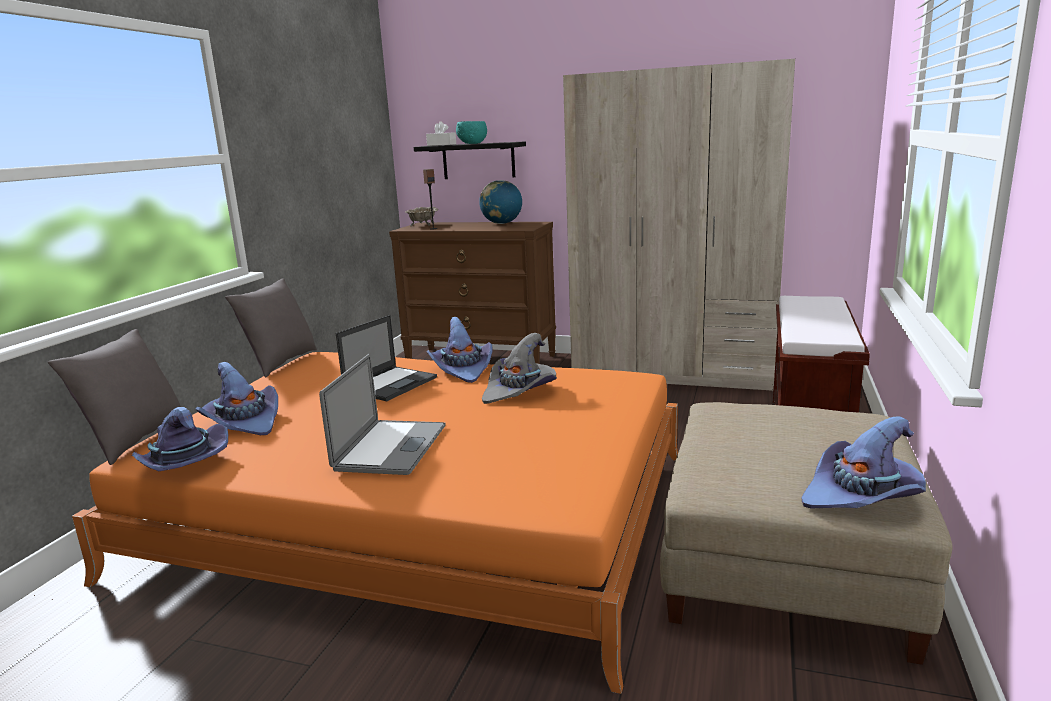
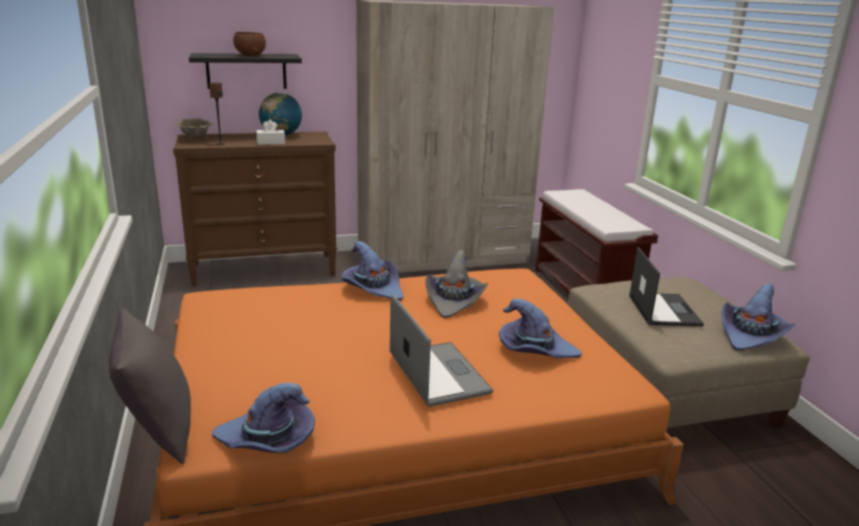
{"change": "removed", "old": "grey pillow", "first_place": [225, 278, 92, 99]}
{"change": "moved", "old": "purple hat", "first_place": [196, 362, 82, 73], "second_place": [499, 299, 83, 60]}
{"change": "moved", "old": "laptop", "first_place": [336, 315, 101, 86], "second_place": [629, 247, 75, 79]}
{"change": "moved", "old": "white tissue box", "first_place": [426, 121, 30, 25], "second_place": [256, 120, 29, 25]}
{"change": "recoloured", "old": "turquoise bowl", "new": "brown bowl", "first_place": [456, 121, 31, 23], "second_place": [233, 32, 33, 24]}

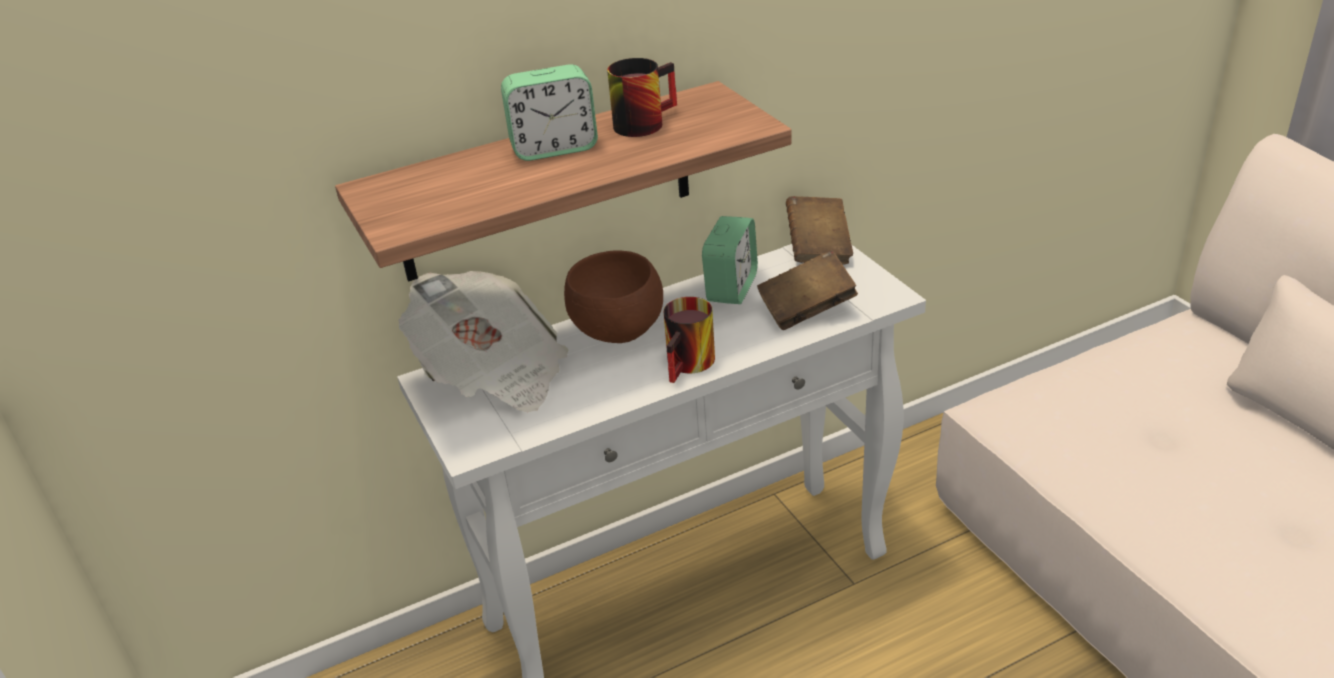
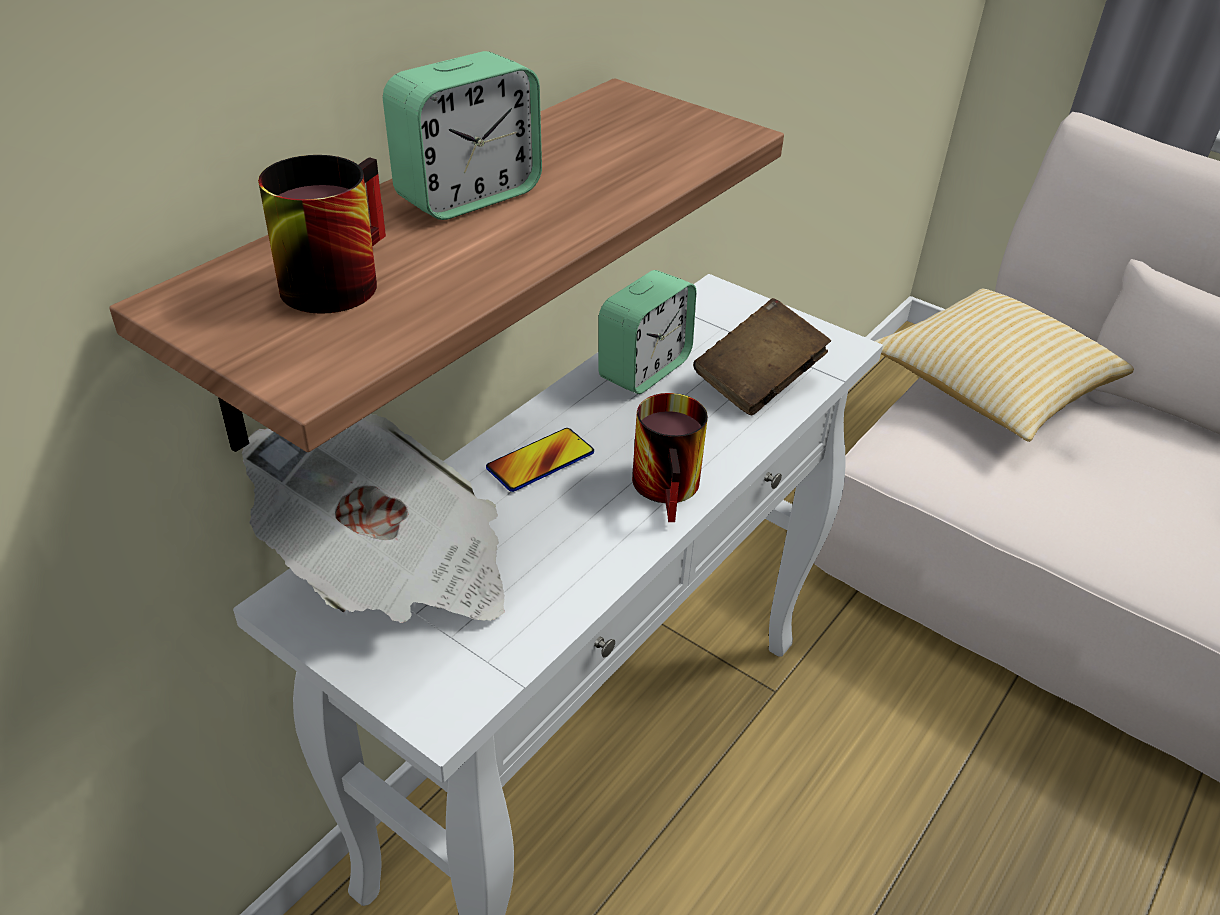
{"change": "removed", "old": "brown book", "first_place": [786, 196, 67, 69]}
{"change": "added", "new": "pillow", "second_place": [875, 288, 259, 154]}
{"change": "moved", "old": "mug", "first_place": [607, 58, 70, 79], "second_place": [258, 155, 128, 159]}
{"change": "replaced", "old": "brown bowl", "new": "phone", "first_place": [564, 250, 99, 93], "second_place": [486, 428, 108, 64]}
{"change": "turned", "old": "alarm clock", "first_place": [702, 216, 56, 88], "second_place": [599, 270, 97, 124], "degrees": 45}

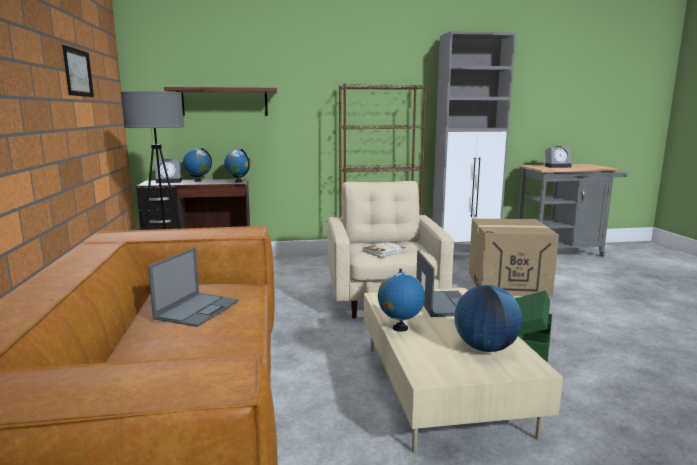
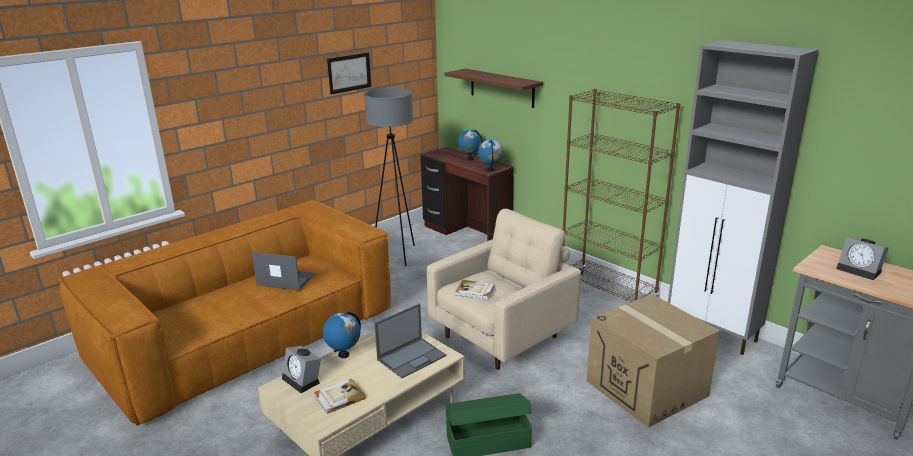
{"change": "moved", "old": "alarm clock", "first_place": [155, 159, 27, 24], "second_place": [282, 346, 39, 47]}
{"change": "replaced", "old": "globe", "new": "book", "first_place": [454, 285, 68, 67], "second_place": [314, 378, 52, 36]}
{"change": "turned", "old": "laptop", "first_place": [148, 247, 91, 80], "second_place": [252, 252, 63, 39], "degrees": -150}

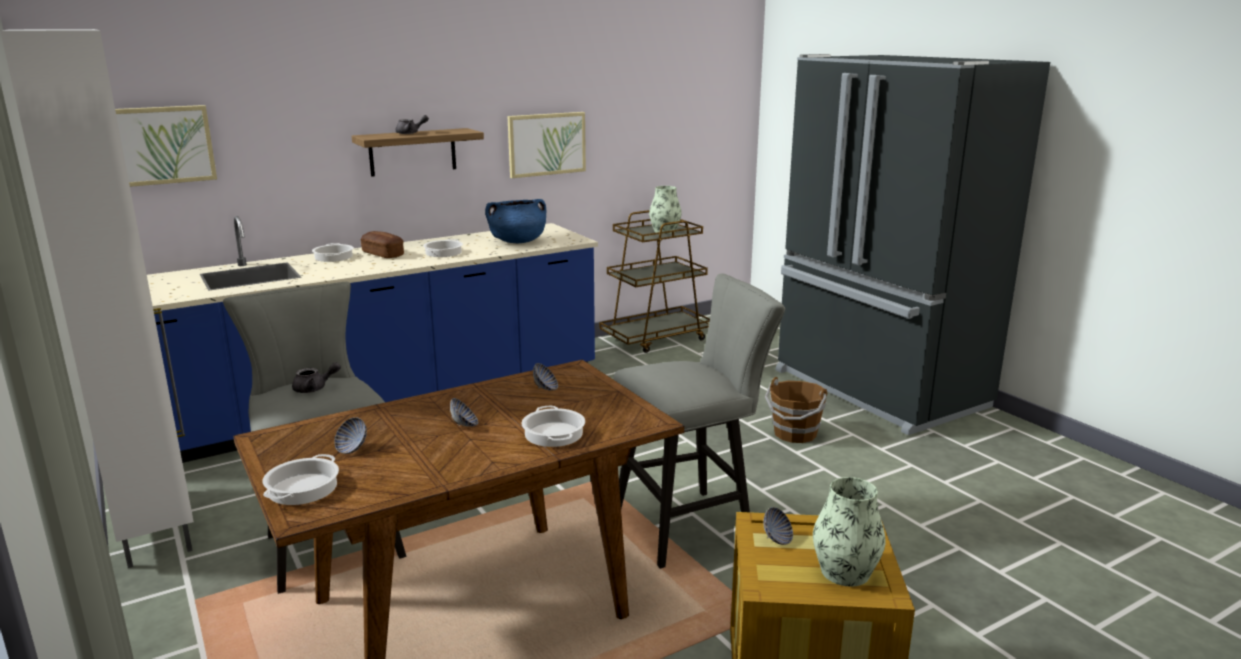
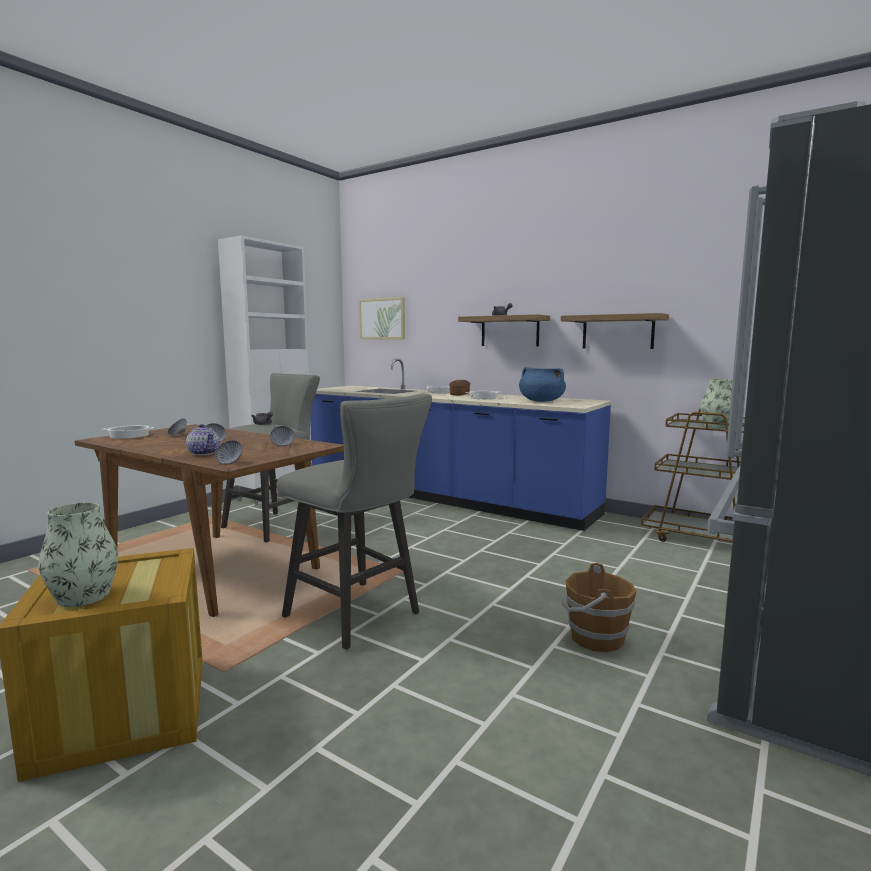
{"change": "moved", "old": "bowl", "first_place": [763, 507, 30, 38], "second_place": [215, 440, 27, 25]}
{"change": "replaced", "old": "picture", "new": "shelf", "first_place": [507, 112, 79, 66], "second_place": [561, 313, 108, 36]}
{"change": "replaced", "old": "cooking pot", "new": "teapot", "first_place": [522, 406, 63, 41], "second_place": [186, 424, 33, 31]}

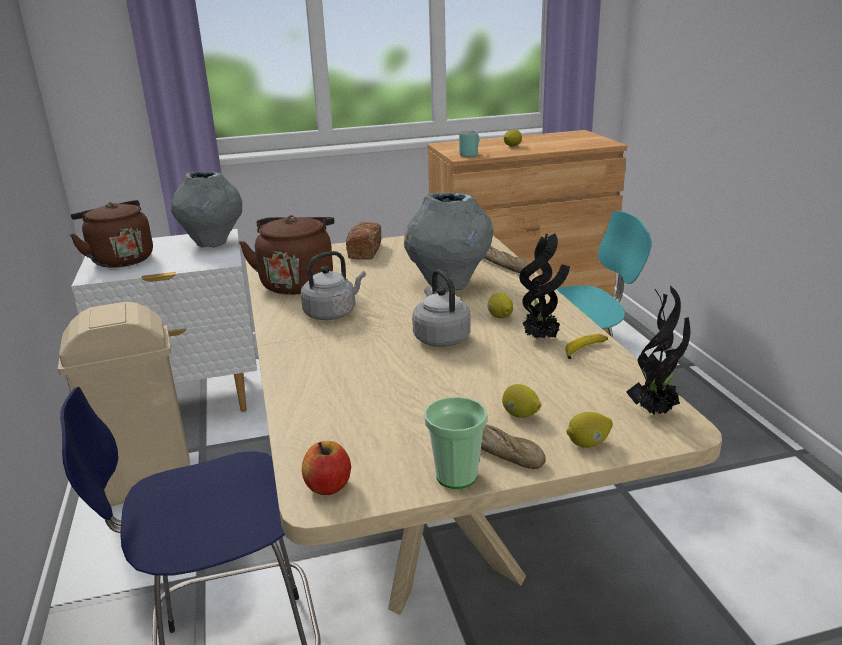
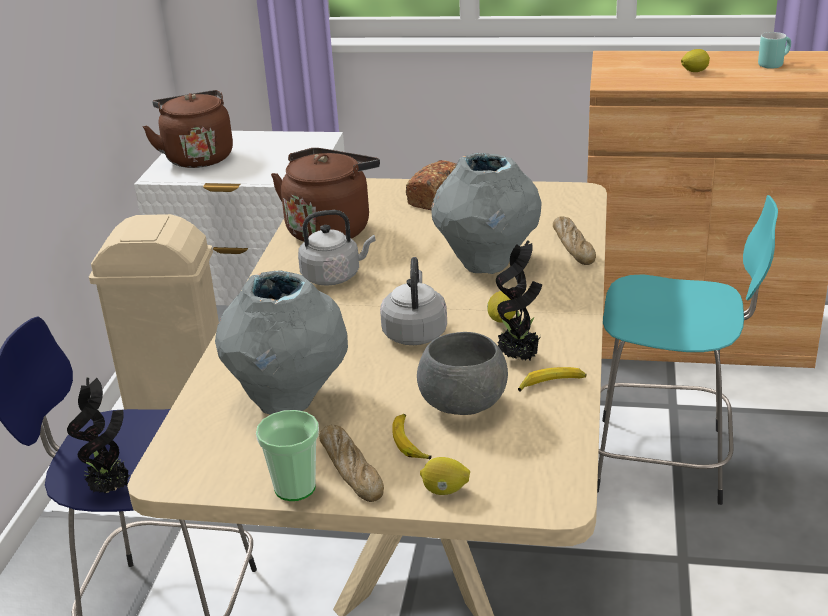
{"change": "removed", "old": "apple", "first_place": [302, 441, 49, 54]}
{"change": "added", "new": "grey bowl", "second_place": [417, 332, 91, 83]}
{"change": "moved", "old": "grey vase", "first_place": [171, 171, 71, 76], "second_place": [215, 271, 133, 144]}
{"change": "moved", "old": "turquoise mug", "first_place": [459, 130, 20, 27], "second_place": [758, 32, 33, 37]}
{"change": "moved", "old": "potted plant", "first_place": [626, 285, 64, 130], "second_place": [67, 378, 63, 115]}
{"change": "replaced", "old": "lemon", "new": "banana", "first_place": [502, 384, 39, 34], "second_place": [392, 414, 40, 46]}

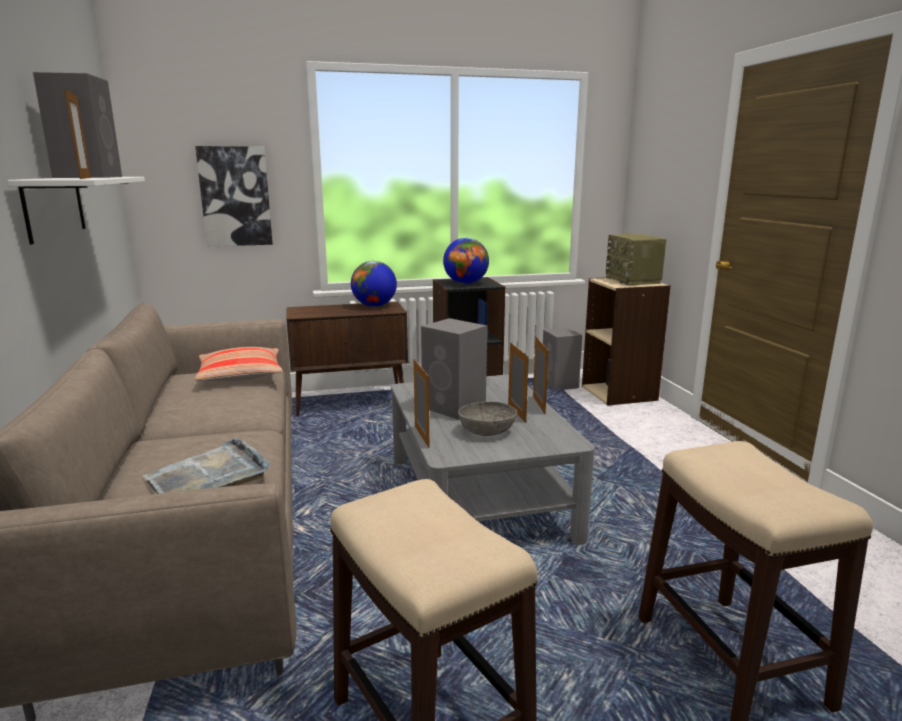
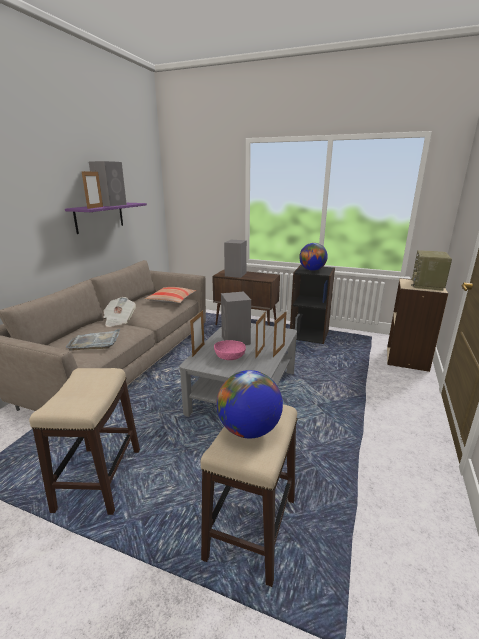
{"change": "removed", "old": "picture", "first_place": [195, 146, 78, 100]}
{"change": "added", "new": "newspaper", "second_place": [103, 297, 33, 30]}
{"change": "moved", "old": "globe", "first_place": [351, 261, 46, 46], "second_place": [216, 370, 67, 69]}
{"change": "moved", "old": "grey speaker", "first_place": [543, 328, 39, 62], "second_place": [224, 240, 23, 38]}
{"change": "recoloured", "old": "white shelf", "new": "purple shelf", "first_place": [7, 177, 138, 67], "second_place": [65, 203, 82, 31]}
{"change": "recoloured", "old": "grey bowl", "new": "pink bowl", "first_place": [458, 401, 59, 35], "second_place": [214, 340, 32, 20]}

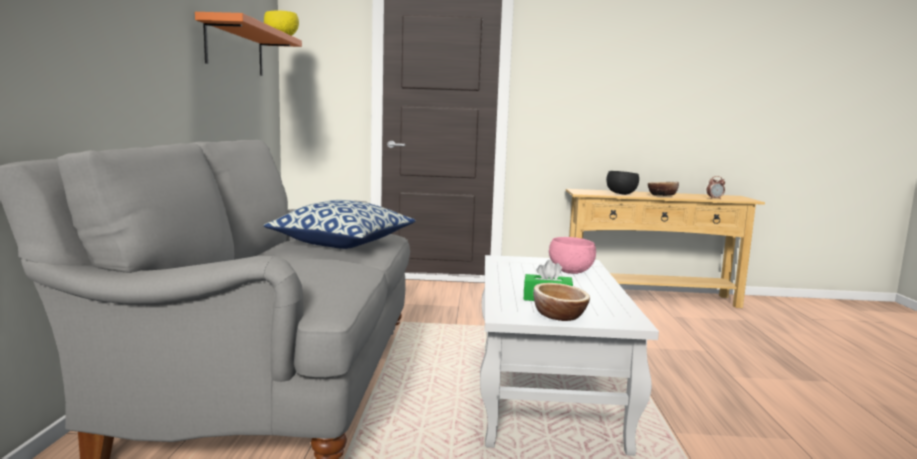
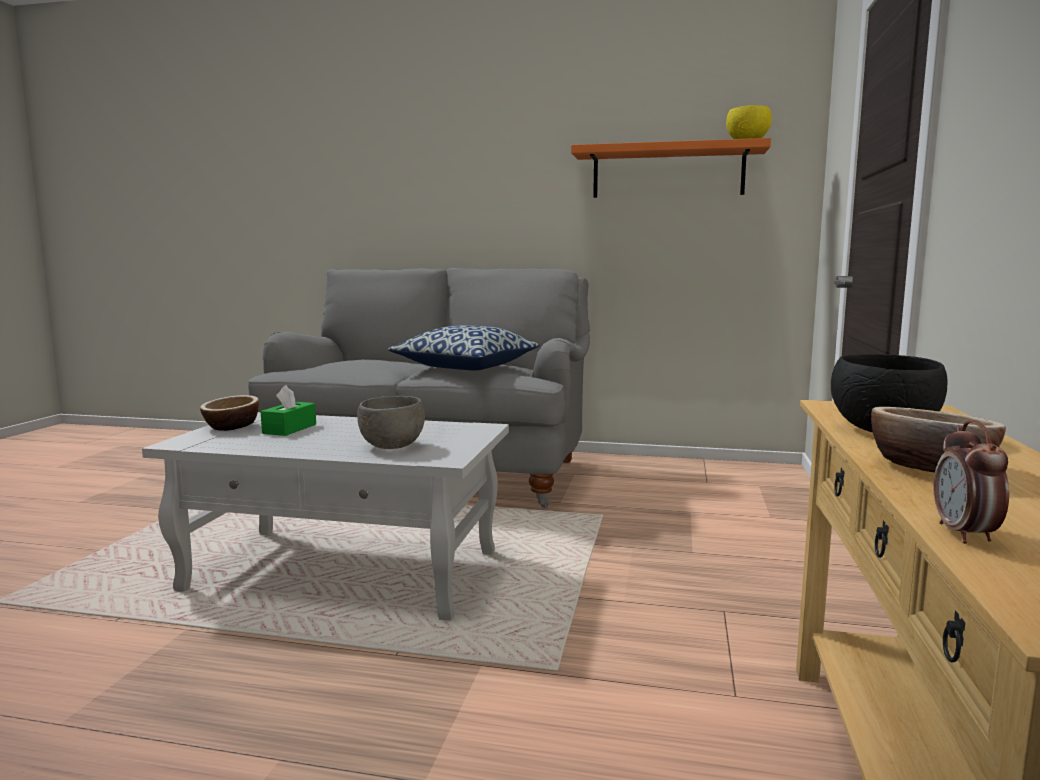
{"change": "recoloured", "old": "pink bowl", "new": "grey bowl", "first_place": [549, 237, 47, 37], "second_place": [357, 396, 68, 53]}

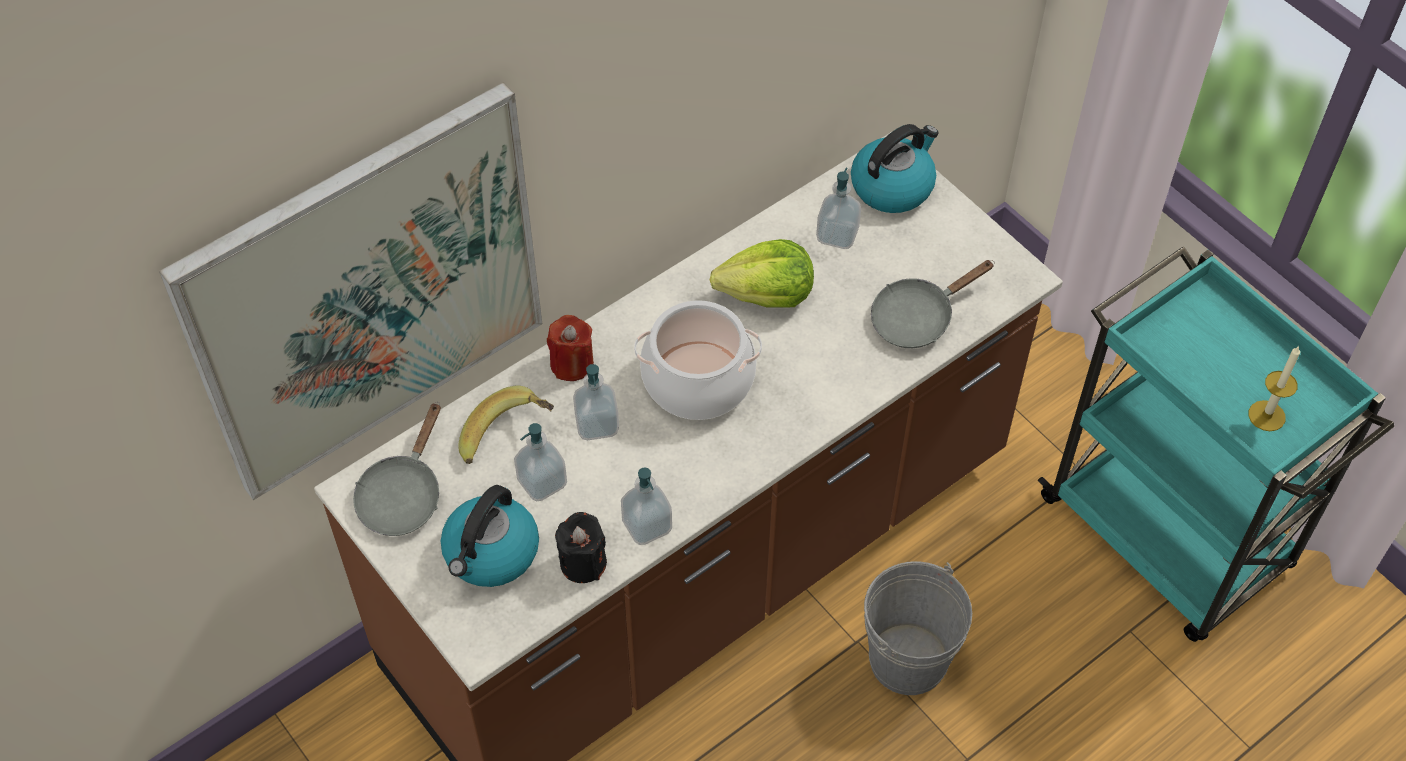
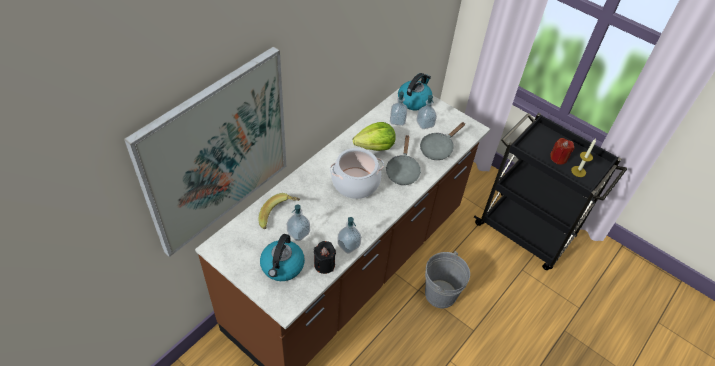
{"change": "moved", "old": "grey frying pan", "first_place": [353, 402, 88, 134], "second_place": [386, 135, 35, 50]}
{"change": "moved", "old": "red candle", "first_place": [547, 315, 47, 66], "second_place": [550, 138, 24, 26]}
{"change": "moved", "old": "soap dispenser", "first_place": [573, 364, 46, 76], "second_place": [416, 95, 21, 34]}
{"change": "recoloured", "old": "turquoise cart", "new": "black cart", "first_place": [1038, 247, 356, 395], "second_place": [474, 113, 153, 157]}

